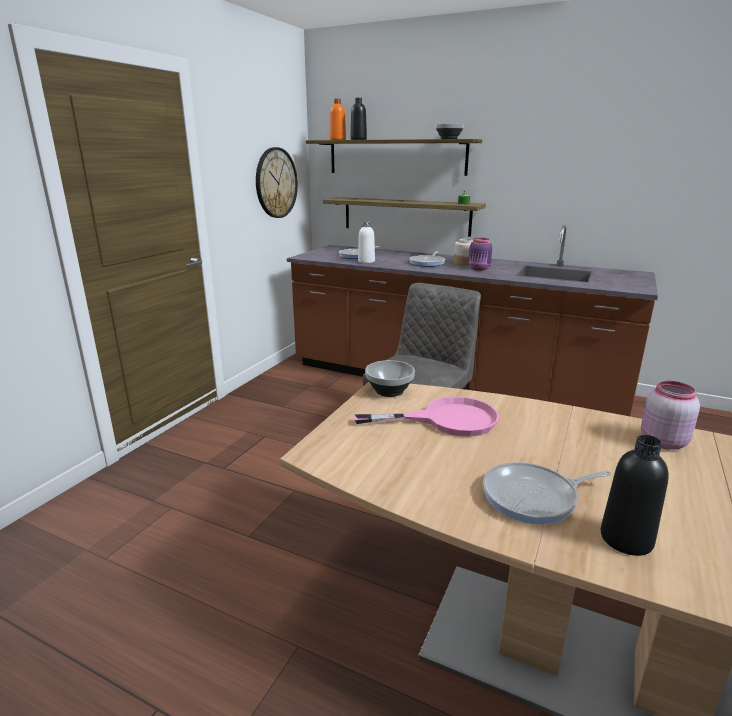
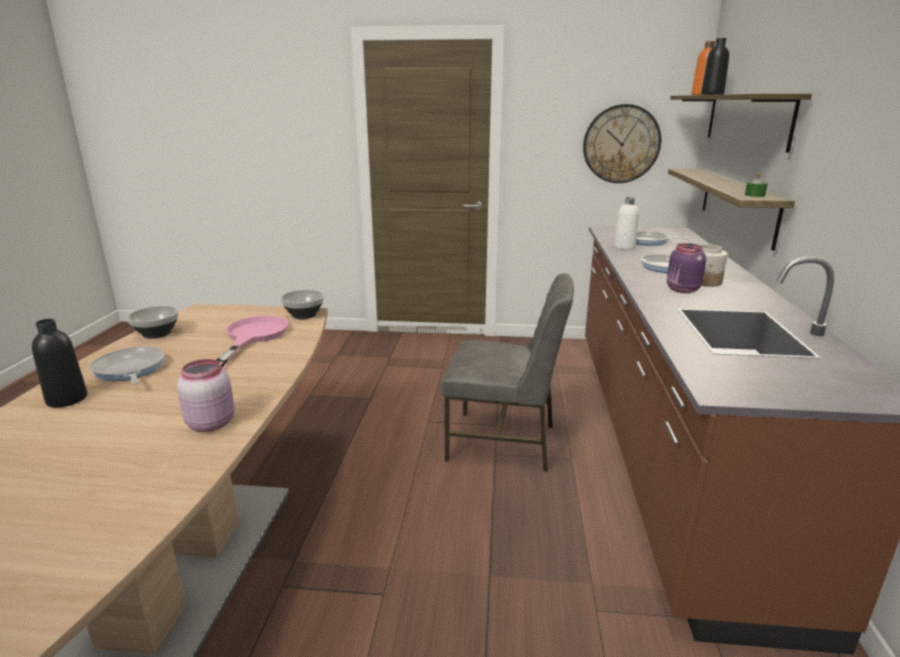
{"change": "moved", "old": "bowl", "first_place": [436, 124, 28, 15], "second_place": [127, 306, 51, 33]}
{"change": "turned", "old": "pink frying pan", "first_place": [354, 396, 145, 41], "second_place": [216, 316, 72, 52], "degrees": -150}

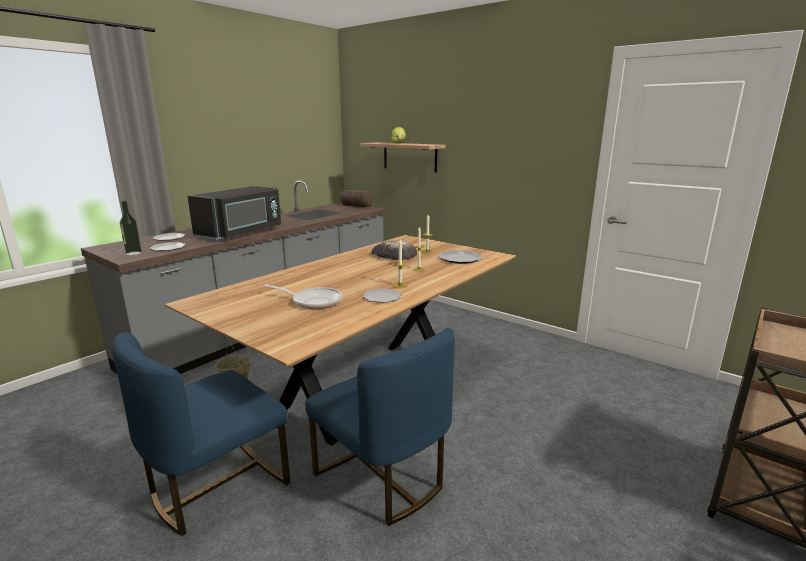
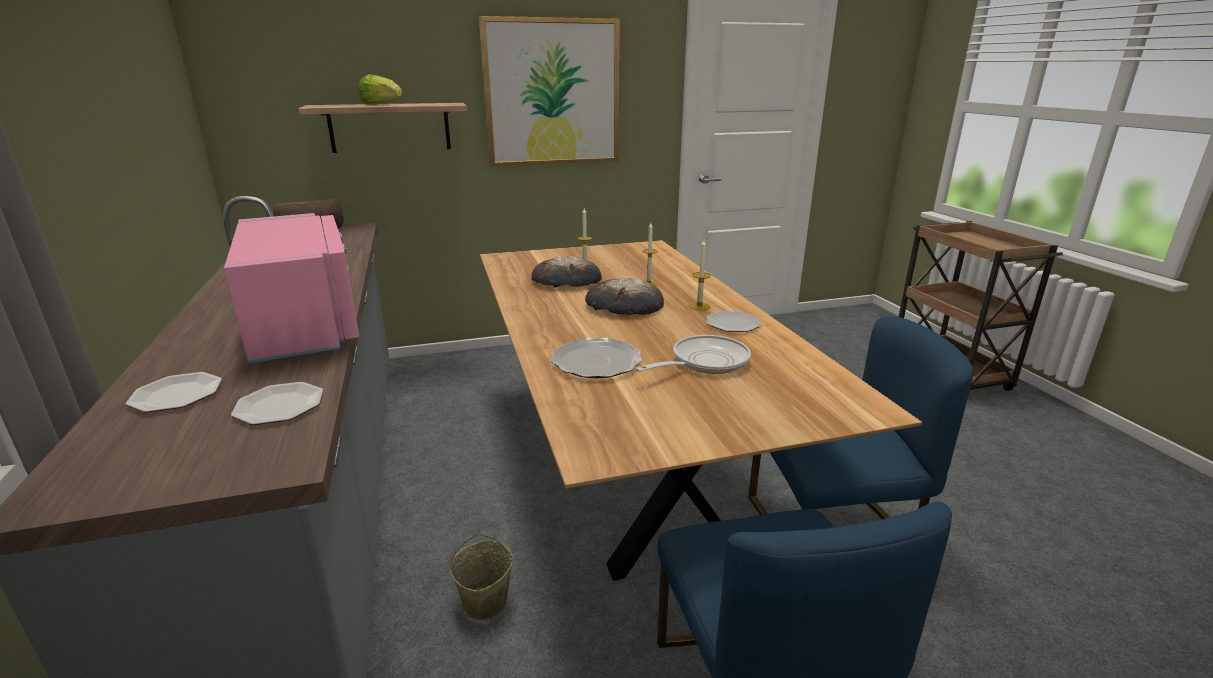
{"change": "removed", "old": "bottle", "first_place": [120, 201, 22, 55]}
{"change": "added", "new": "picture", "second_place": [479, 16, 141, 150]}
{"change": "added", "new": "bread", "second_place": [585, 278, 79, 37]}
{"change": "moved", "old": "plate", "first_place": [438, 250, 45, 14], "second_place": [551, 338, 91, 40]}
{"change": "recoloured", "old": "black microwave", "new": "pink microwave", "first_place": [187, 186, 94, 54], "second_place": [224, 213, 135, 151]}

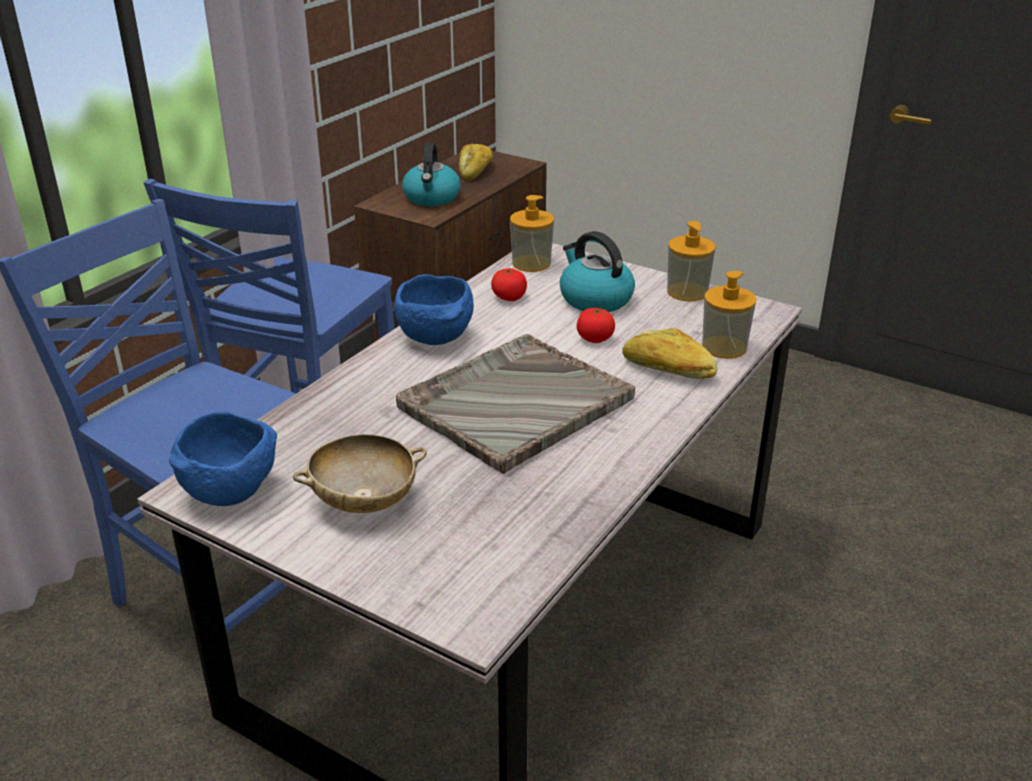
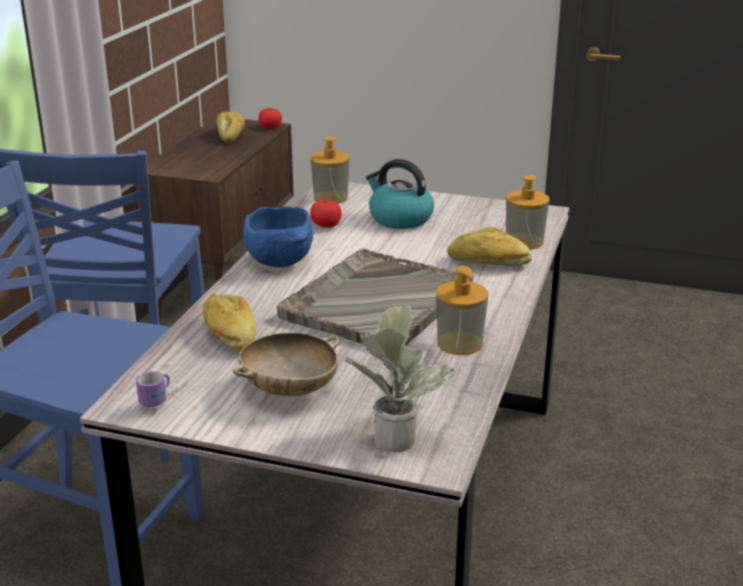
{"change": "removed", "old": "kettle", "first_place": [402, 142, 59, 64]}
{"change": "added", "new": "bread", "second_place": [203, 294, 53, 56]}
{"change": "added", "new": "potted plant", "second_place": [345, 305, 110, 147]}
{"change": "moved", "old": "tomato", "first_place": [577, 307, 38, 36], "second_place": [258, 108, 24, 21]}
{"change": "moved", "old": "soap dispenser", "first_place": [667, 221, 49, 80], "second_place": [436, 266, 52, 89]}
{"change": "replaced", "old": "blue bowl", "new": "mug", "first_place": [169, 412, 108, 94], "second_place": [136, 371, 51, 36]}

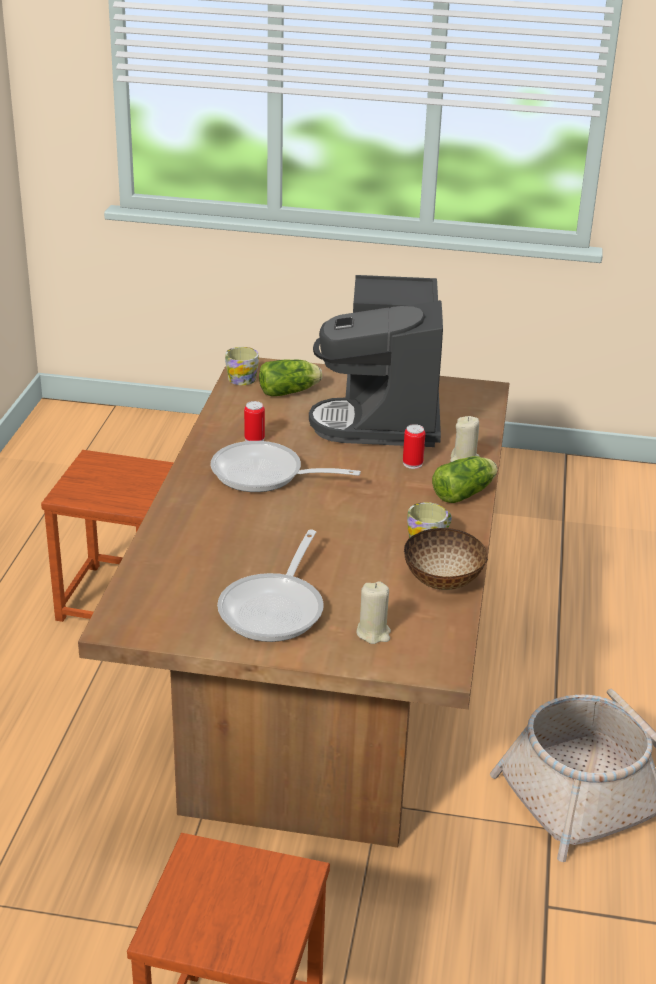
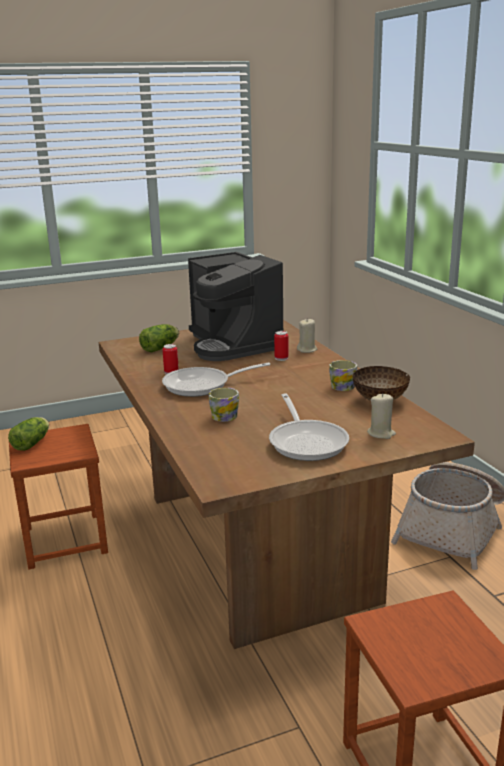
{"change": "moved", "old": "mug", "first_place": [225, 347, 34, 38], "second_place": [209, 387, 30, 35]}
{"change": "moved", "old": "lettuce", "first_place": [432, 456, 65, 47], "second_place": [8, 417, 41, 34]}

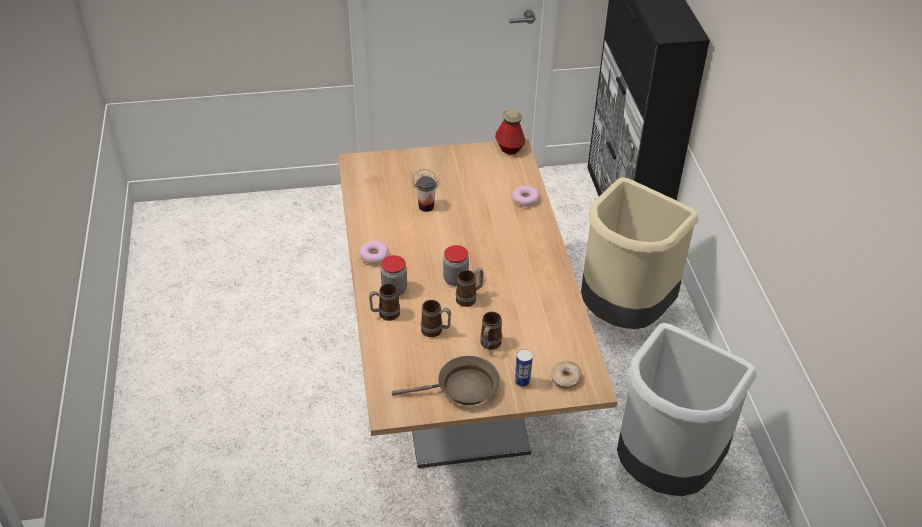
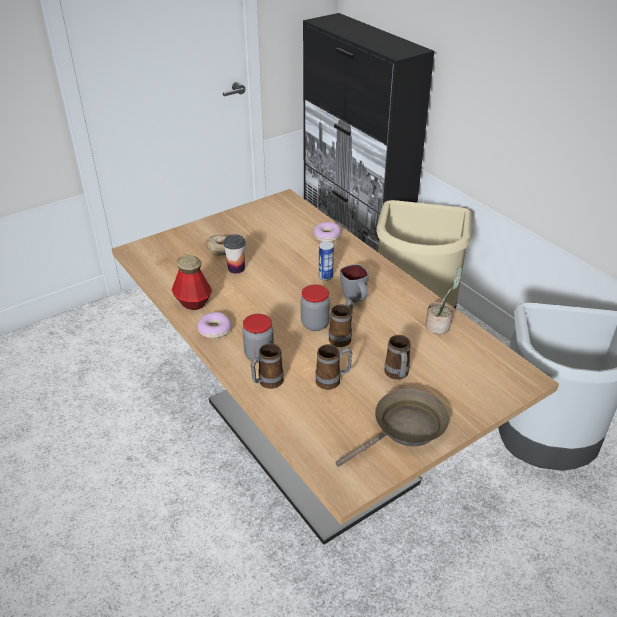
{"change": "removed", "old": "donut", "first_place": [551, 361, 31, 28]}
{"change": "added", "new": "grey mug", "second_place": [340, 264, 29, 39]}
{"change": "added", "new": "potted plant", "second_place": [426, 266, 36, 68]}
{"change": "moved", "old": "bottle", "first_place": [495, 109, 30, 46], "second_place": [172, 255, 40, 55]}
{"change": "moved", "old": "can", "first_place": [515, 349, 18, 38], "second_place": [319, 241, 15, 40]}

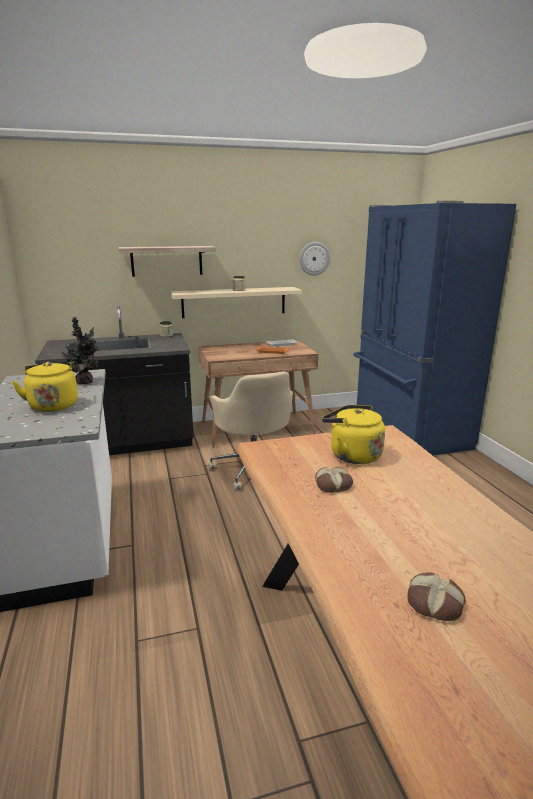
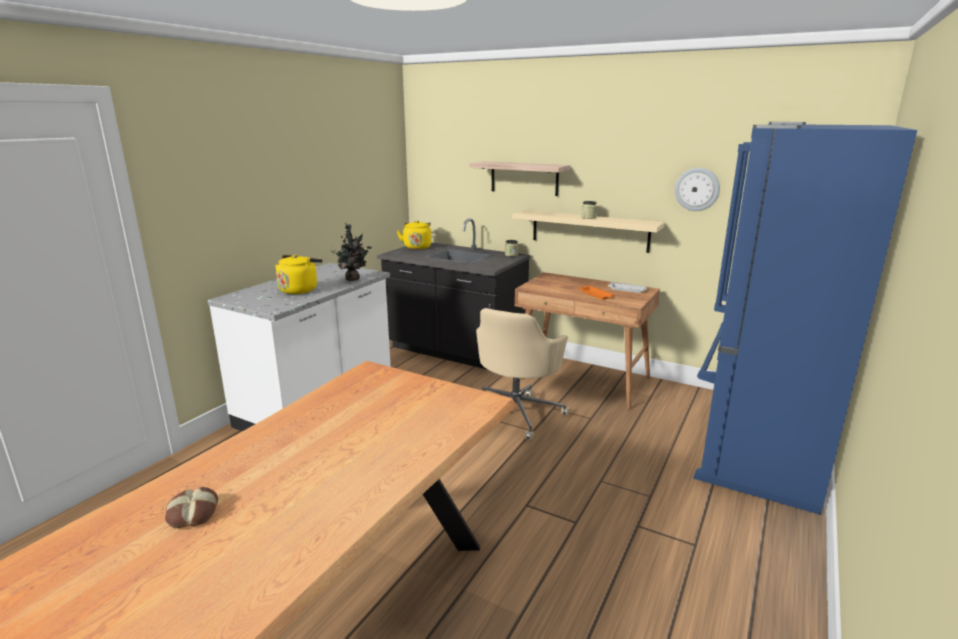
{"change": "removed", "old": "bread", "first_place": [315, 467, 38, 26]}
{"change": "moved", "old": "yellow kettle", "first_place": [322, 405, 63, 59], "second_place": [397, 221, 34, 29]}

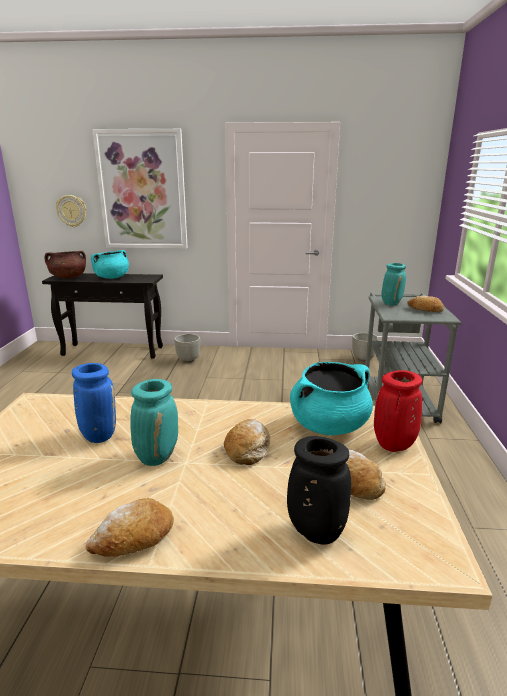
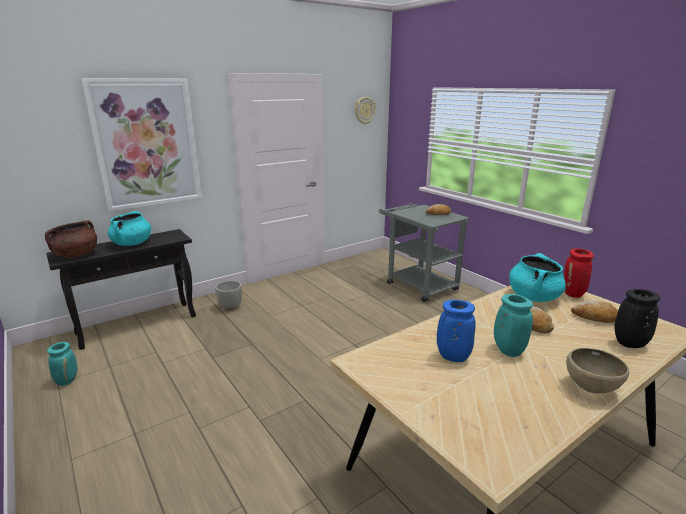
{"change": "removed", "old": "grey planter", "first_place": [352, 333, 27, 28]}
{"change": "moved", "old": "wall clock", "first_place": [56, 195, 30, 32], "second_place": [355, 97, 21, 28]}
{"change": "moved", "old": "turquoise vase", "first_place": [382, 263, 24, 42], "second_place": [47, 342, 30, 44]}
{"change": "replaced", "old": "bread", "new": "brown bowl", "first_place": [86, 498, 88, 59], "second_place": [566, 348, 63, 46]}

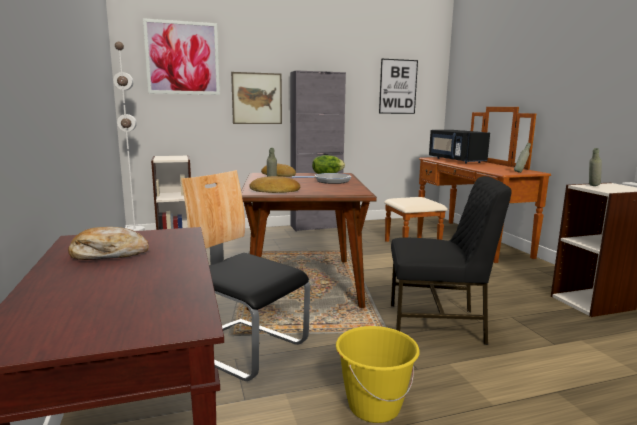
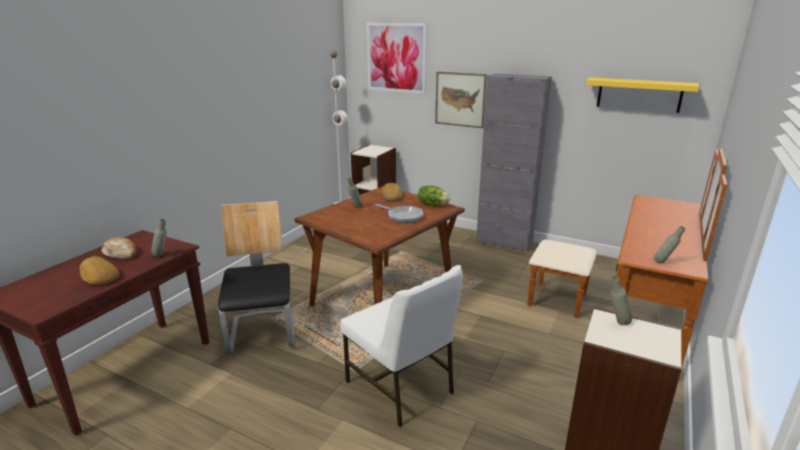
{"change": "removed", "old": "yellow bucket", "first_place": [336, 326, 84, 97]}
{"change": "removed", "old": "black microwave", "first_place": [429, 130, 61, 34]}
{"change": "added", "new": "grey bottle", "second_place": [151, 219, 16, 38]}
{"change": "moved", "old": "bread", "first_place": [249, 176, 51, 17], "second_place": [80, 256, 40, 29]}
{"change": "replaced", "old": "picture", "new": "yellow shelf", "first_place": [379, 59, 39, 55], "second_place": [586, 77, 113, 36]}
{"change": "recoloured", "old": "black chair", "new": "white chair", "first_place": [391, 176, 121, 169], "second_place": [340, 265, 123, 162]}

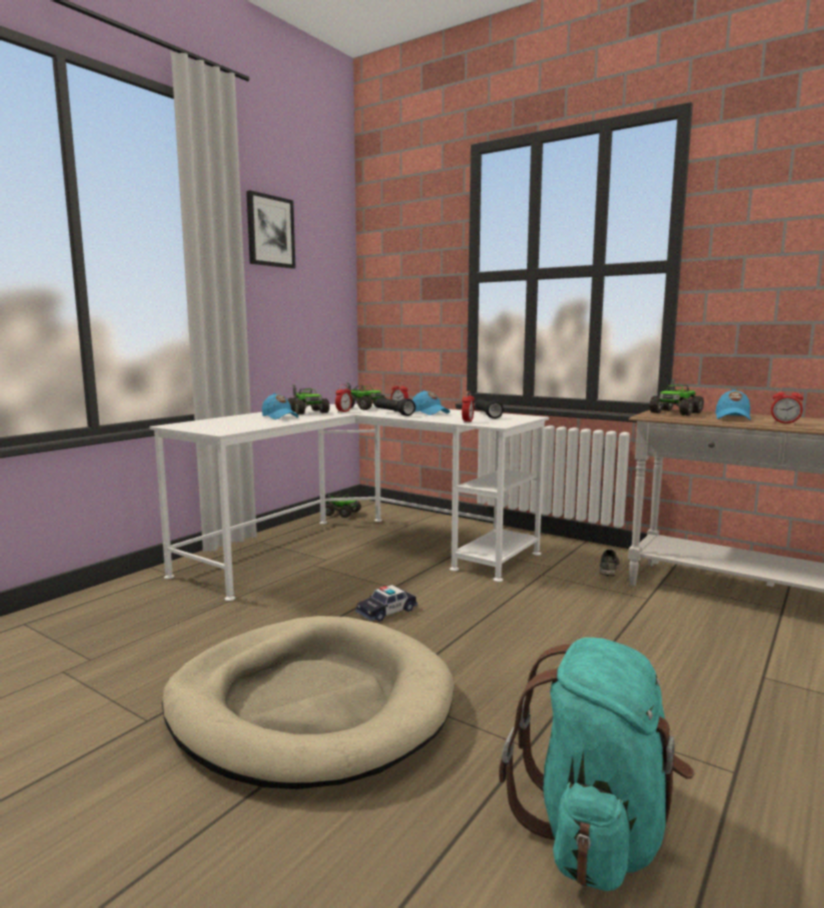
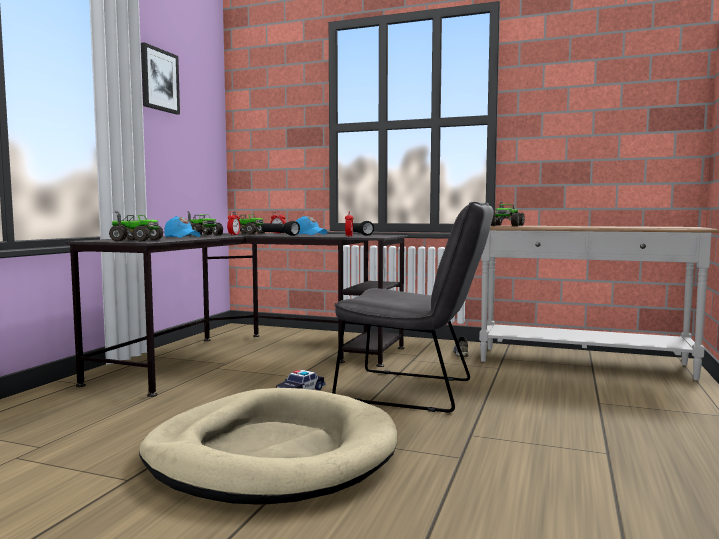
{"change": "removed", "old": "turquoise backpack", "first_place": [499, 637, 195, 254]}
{"change": "removed", "old": "blue cap", "first_place": [715, 389, 36, 32]}
{"change": "removed", "old": "alarm clock", "first_place": [771, 386, 32, 38]}
{"change": "added", "new": "grey chair", "second_place": [332, 201, 162, 211]}
{"change": "moved", "old": "toy truck", "first_place": [325, 492, 36, 26], "second_place": [109, 211, 55, 31]}
{"change": "recoloured", "old": "white desk", "new": "black desk", "first_place": [150, 404, 399, 197], "second_place": [65, 233, 342, 164]}

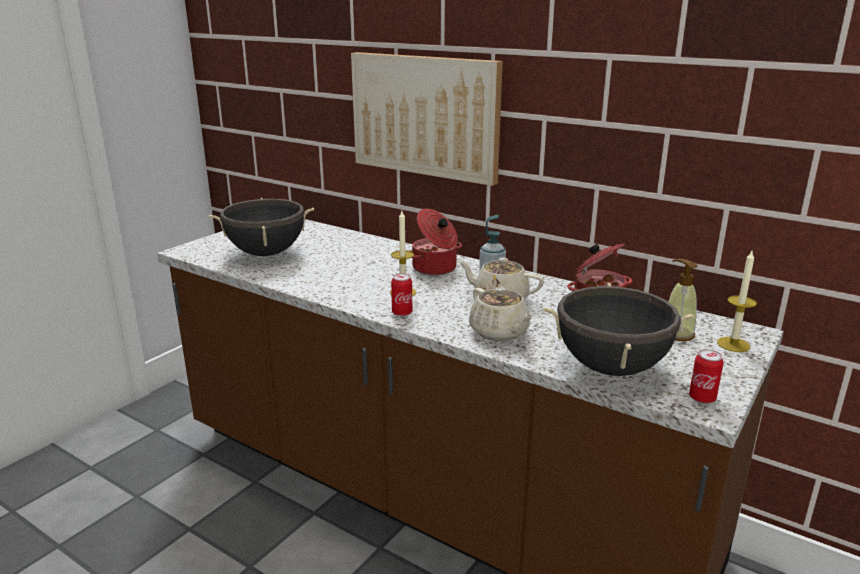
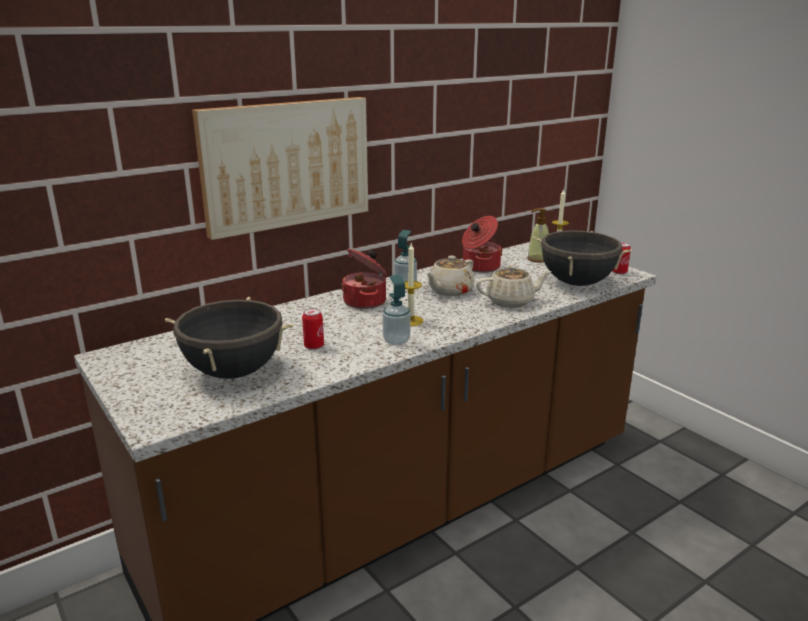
{"change": "added", "new": "soap dispenser", "second_place": [383, 275, 28, 71]}
{"change": "moved", "old": "can", "first_place": [391, 273, 21, 43], "second_place": [302, 308, 22, 42]}

